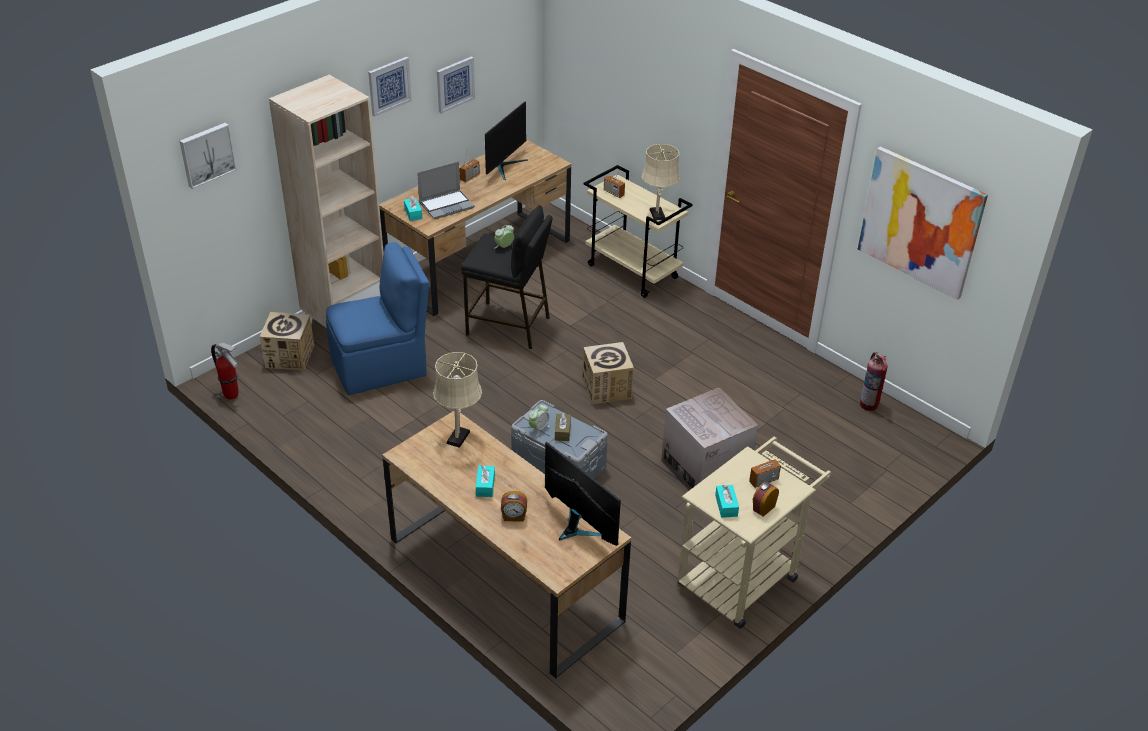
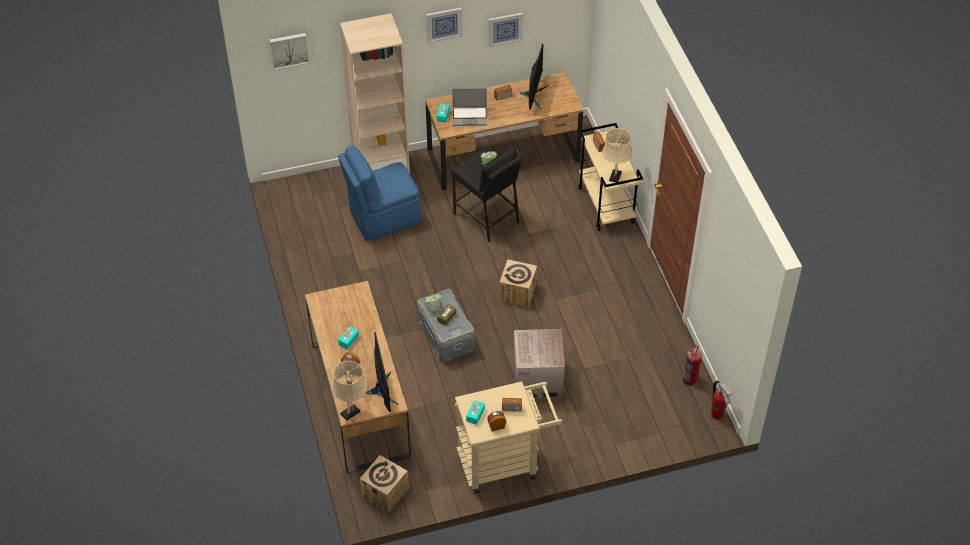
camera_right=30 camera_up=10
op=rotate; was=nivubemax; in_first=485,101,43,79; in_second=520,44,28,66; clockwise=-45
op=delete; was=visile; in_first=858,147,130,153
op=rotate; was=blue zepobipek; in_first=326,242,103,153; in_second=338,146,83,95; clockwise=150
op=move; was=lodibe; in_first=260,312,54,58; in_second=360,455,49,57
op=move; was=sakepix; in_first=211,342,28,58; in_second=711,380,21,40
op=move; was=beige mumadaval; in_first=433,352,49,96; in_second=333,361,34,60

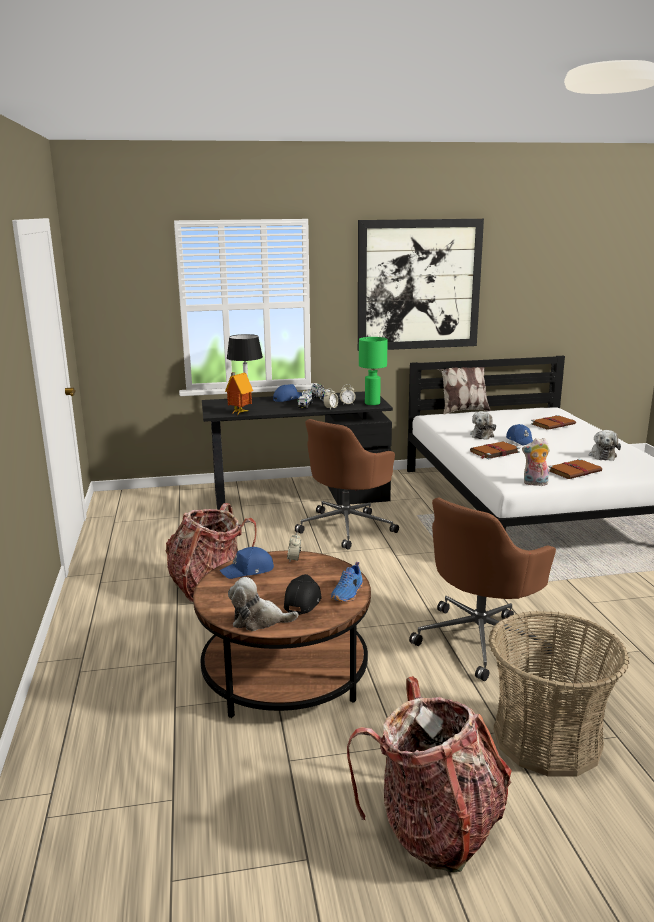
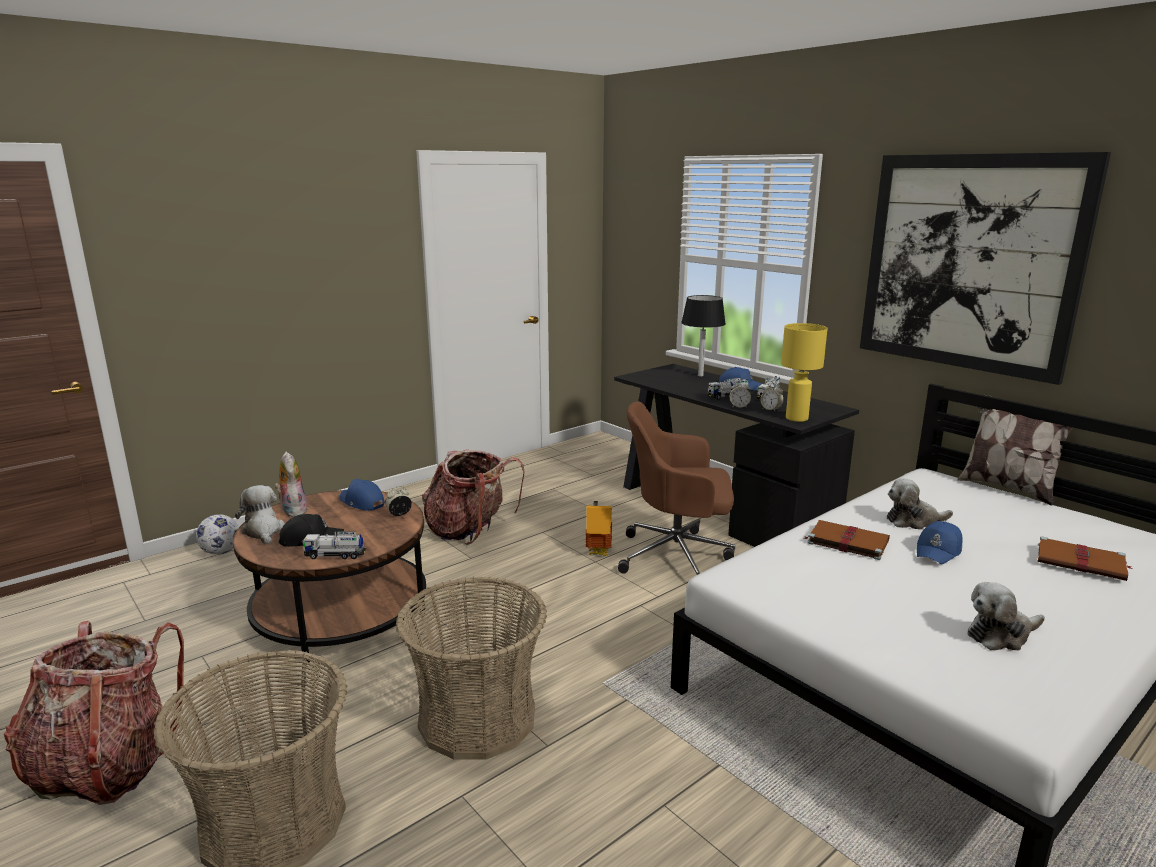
camera_right=60 camera_up=0
op=recolor; was=green mumadaval; now=yellow mumadaval; in_first=359,337,29,68; in_second=781,323,47,99
op=move; was=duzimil; in_first=225,372,28,42; in_second=586,501,26,55
op=move; was=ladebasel; in_first=522,438,28,48; in_second=274,452,34,65
op=delete; was=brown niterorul; in_first=548,459,54,20
op=replace; was=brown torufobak; now=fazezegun; in_first=409,498,147,183; in_second=396,576,151,184
op=replace; was=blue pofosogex; now=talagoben; in_first=331,562,32,40; in_second=303,532,63,27
op=insert; now=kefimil; in_second=196,514,43,41

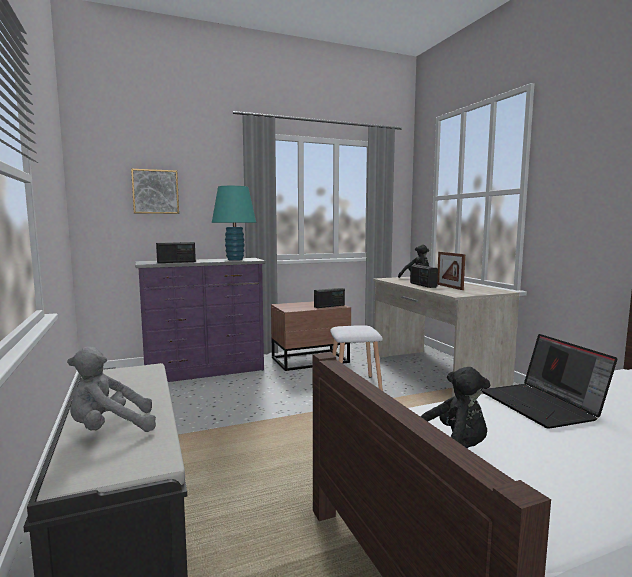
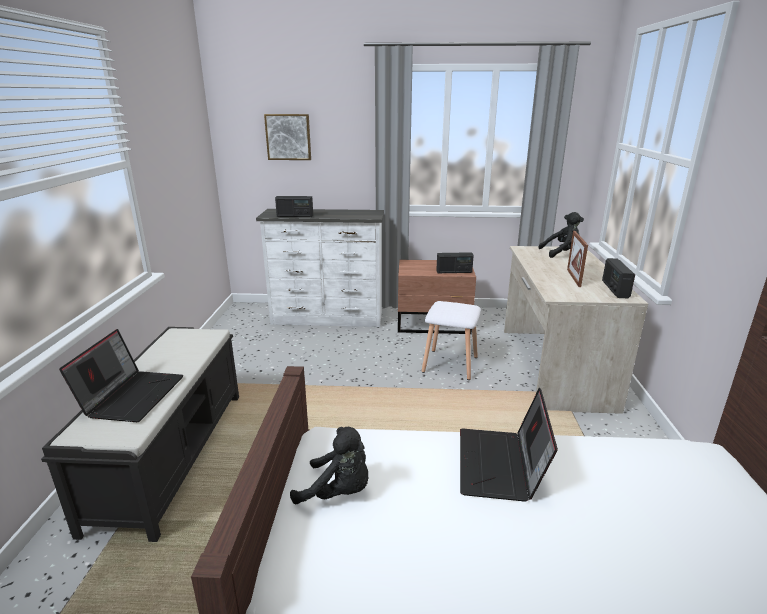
camera_right=25 camera_up=15
op=delete; was=turquoise mumadaval; in_first=212,186,44,74
op=recolor; was=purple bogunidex; now=white bogunidex; in_first=135,258,131,124; in_second=256,209,128,118
op=move; was=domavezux; in_first=410,265,28,23; in_second=602,258,33,40
op=replace; was=grey ladebasel; now=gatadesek; in_first=67,347,89,85; in_second=59,329,124,93

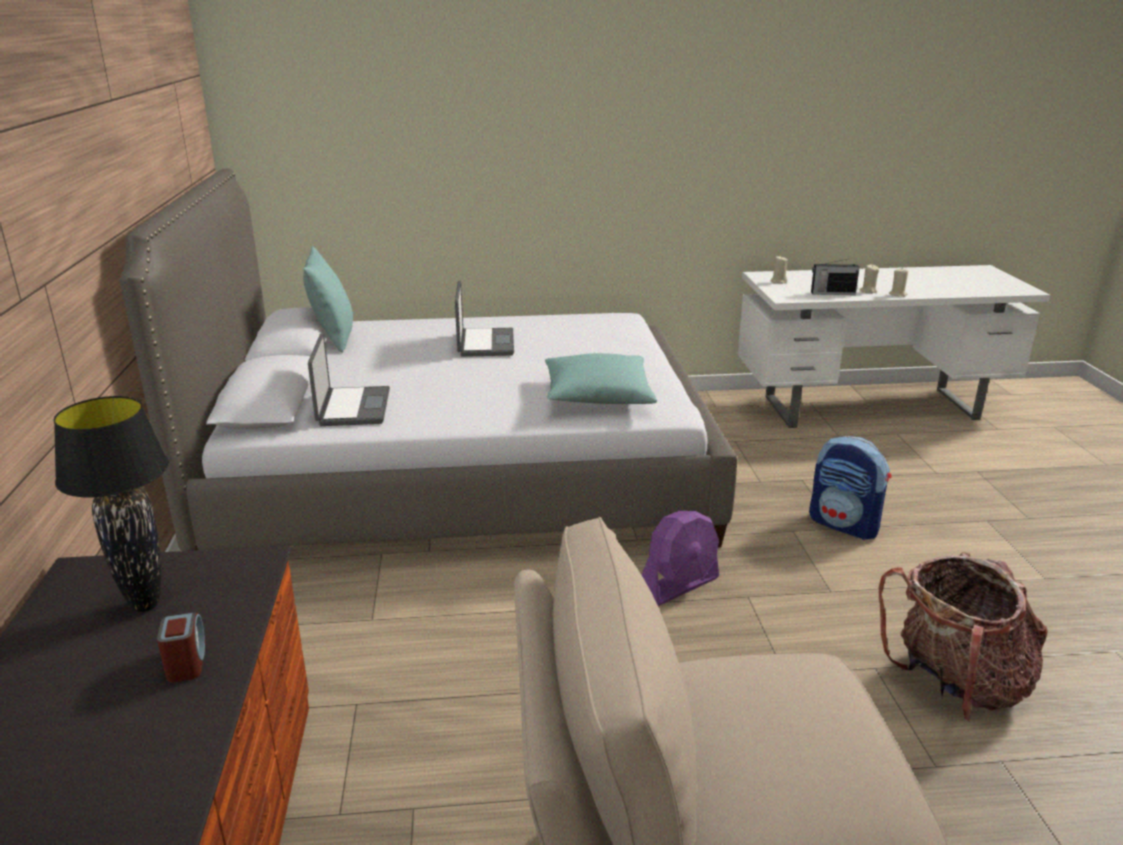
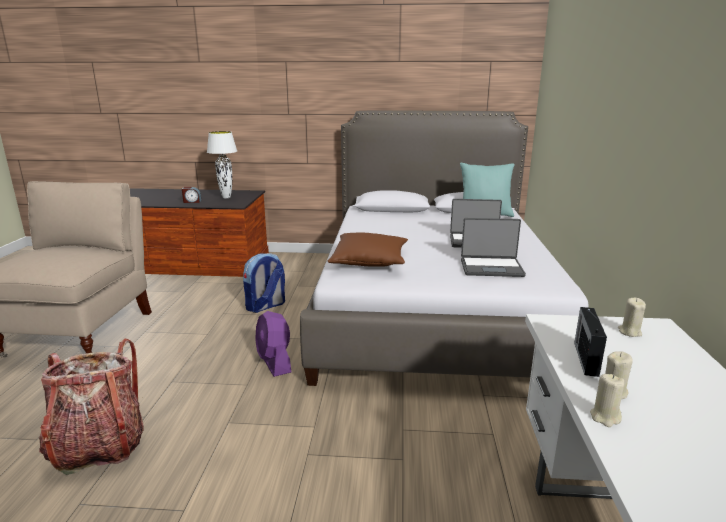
camera_right=100 camera_up=-5
op=move; was=gatadesek; in_first=308,333,82,93; in_second=461,218,65,59
op=recolor; was=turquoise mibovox; now=brown mibovox; in_first=545,353,112,51; in_second=327,232,81,35
op=recolor; was=black mumadaval; now=white mumadaval; in_first=54,396,115,216; in_second=207,131,30,67
op=move; was=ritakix; in_first=809,436,83,104; in_second=243,253,42,60

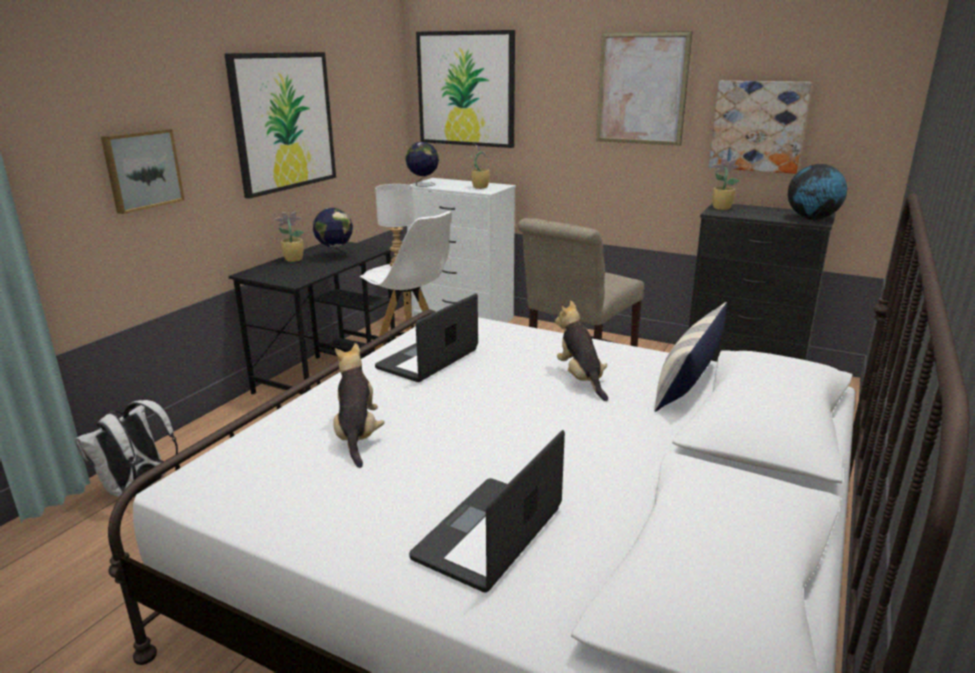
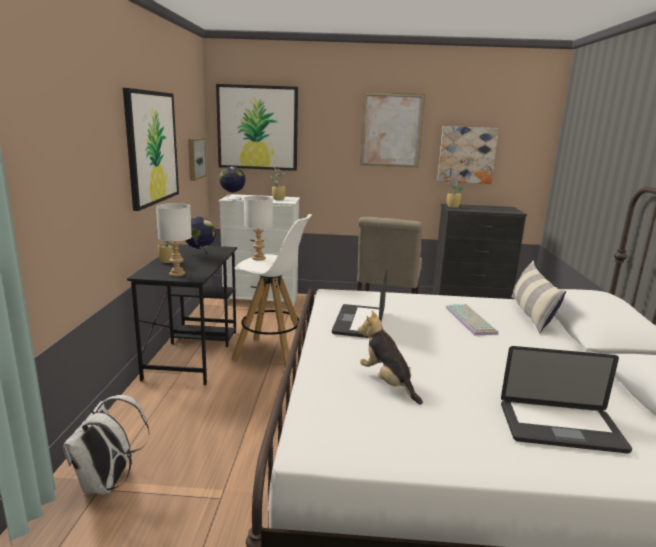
camera_right=-25 camera_up=-5
op=move; was=visile; in_first=101,129,84,85; in_second=188,138,19,43
op=delete; was=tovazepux; in_first=788,164,59,56
op=replace; was=ladebasel; now=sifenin; in_first=555,301,53,100; in_second=446,304,52,32
op=rotate; was=gatadesek; in_first=409,430,156,163; in_second=501,346,131,107; clockwise=-90
op=insert; now=white mumadaval; in_second=156,203,36,74

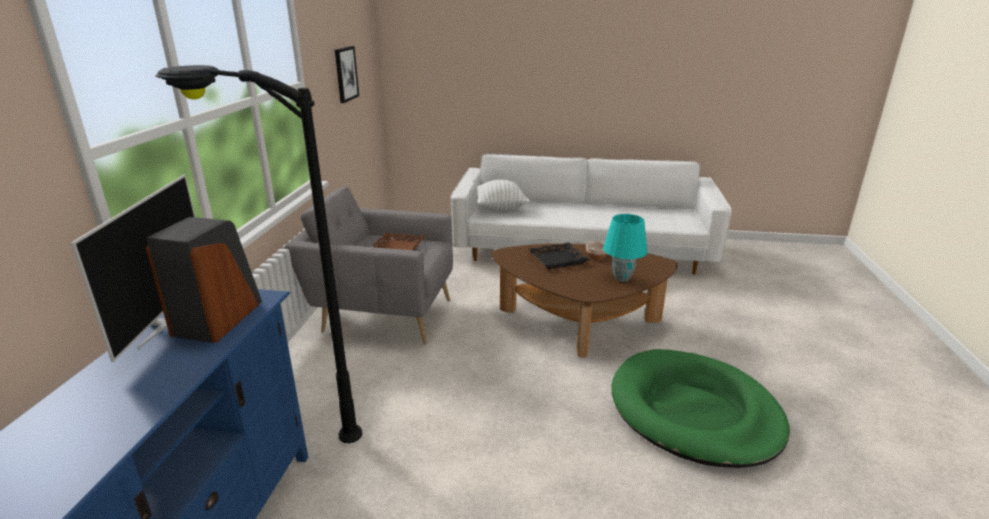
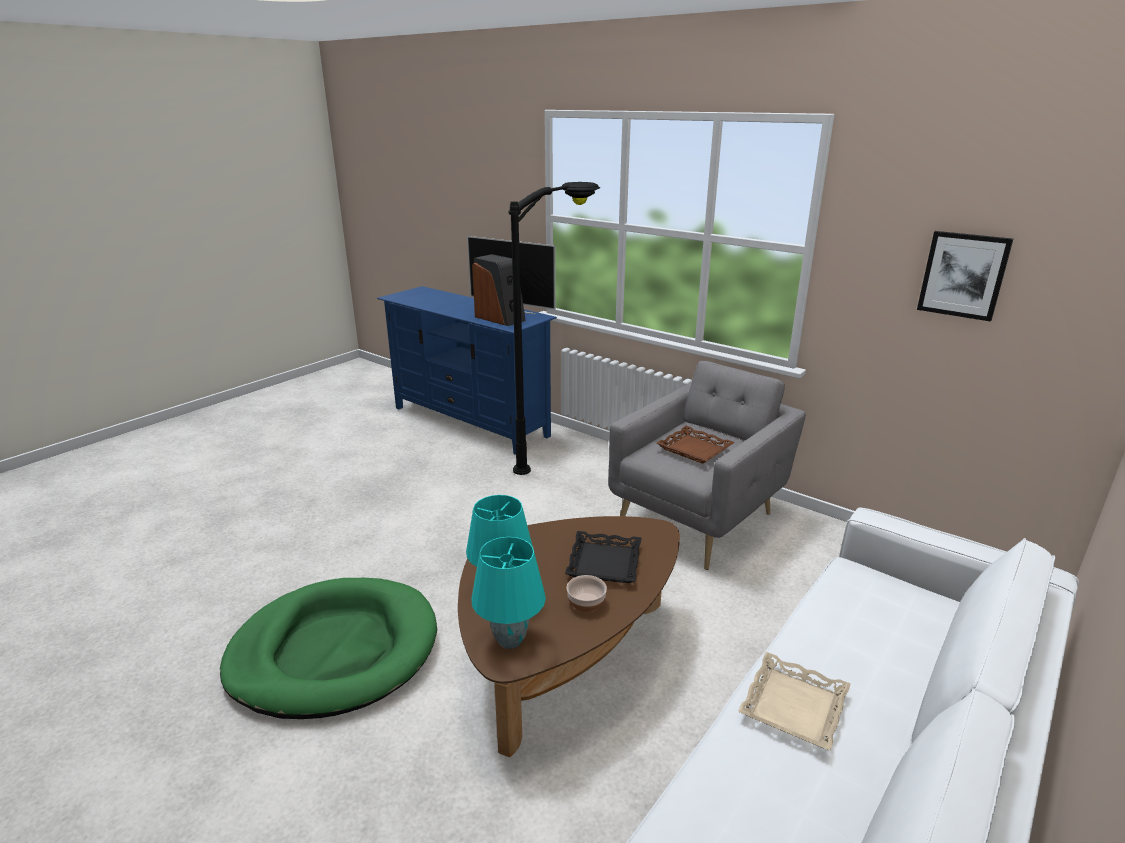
camera_right=120 camera_up=0
op=delete; was=white mibovox; in_first=476,179,54,32
op=insert; now=turquoise mumadaval; in_second=472,537,74,112
op=insert; now=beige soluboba; in_second=738,652,113,99

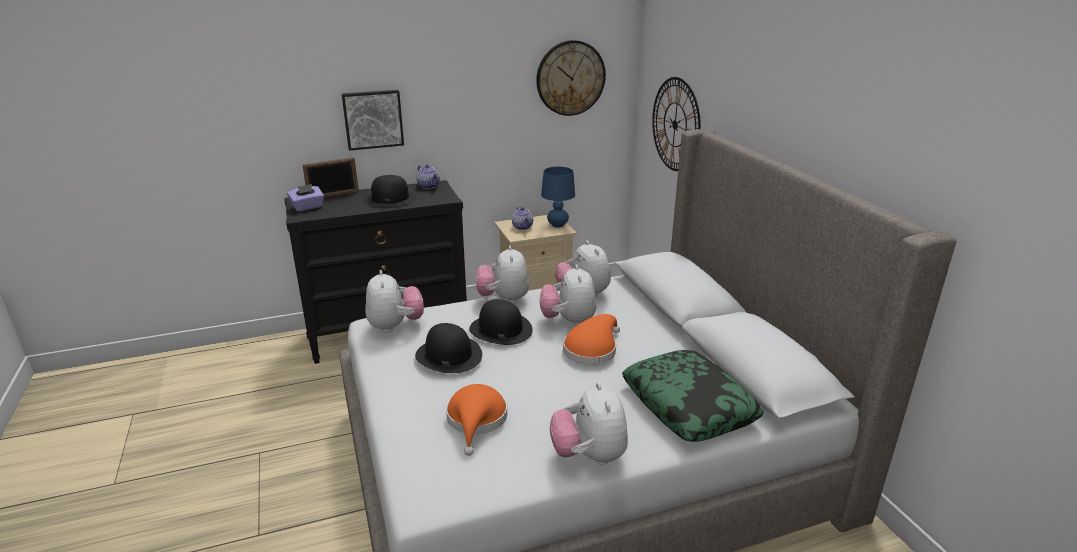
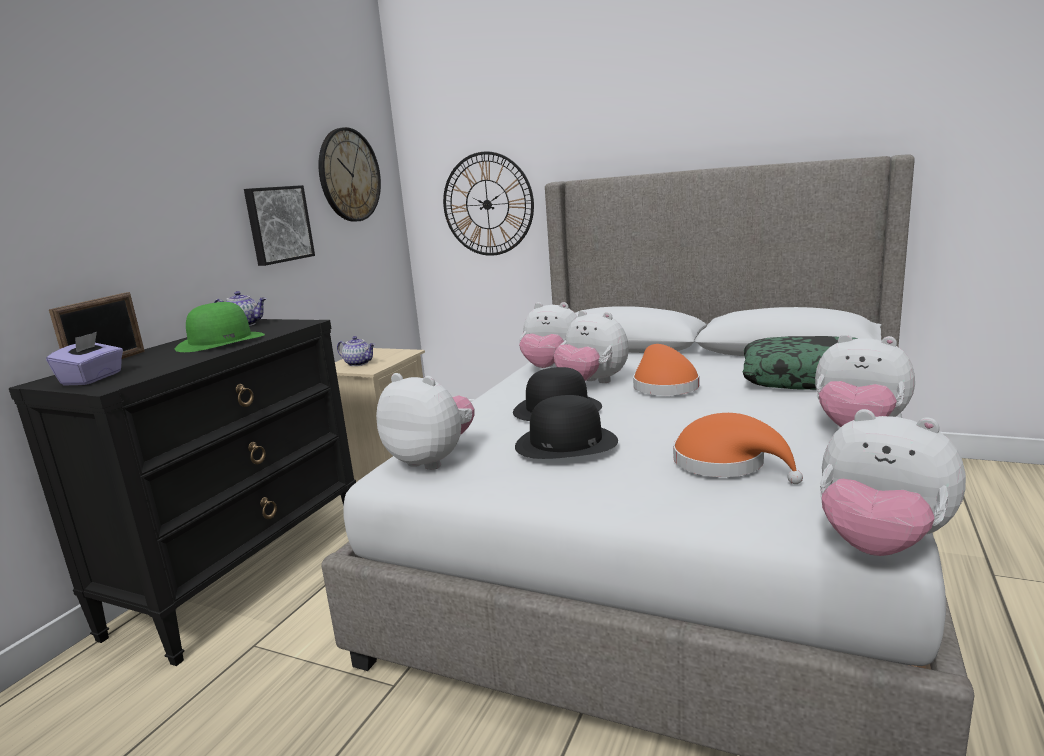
camera_right=-45 camera_up=-10
op=move; was=visile; in_first=342,90,62,61; in_second=244,185,71,81
op=delete; was=blue mumadaval; in_first=541,167,34,61
op=recolor; was=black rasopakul; now=green rasopakul; in_first=364,175,53,31; in_second=175,302,90,50
op=move; was=ladebasel; in_first=476,246,53,58; in_second=820,409,146,147

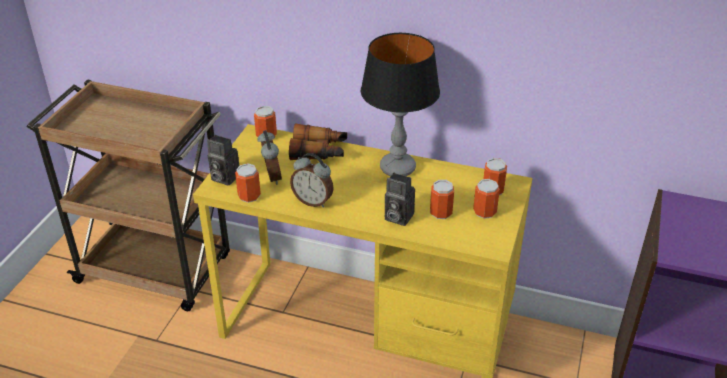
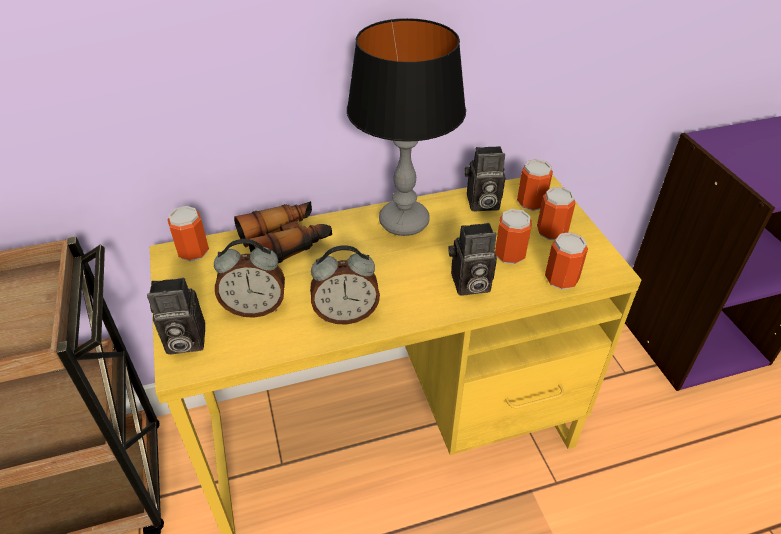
camera_right=-35 camera_up=5
op=rotate; was=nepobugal; in_first=258,130,24,55; in_second=214,239,71,79; clockwise=135
op=move; was=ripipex; in_first=235,163,26,40; in_second=545,232,43,58
op=insert; now=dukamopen; in_second=465,146,40,65

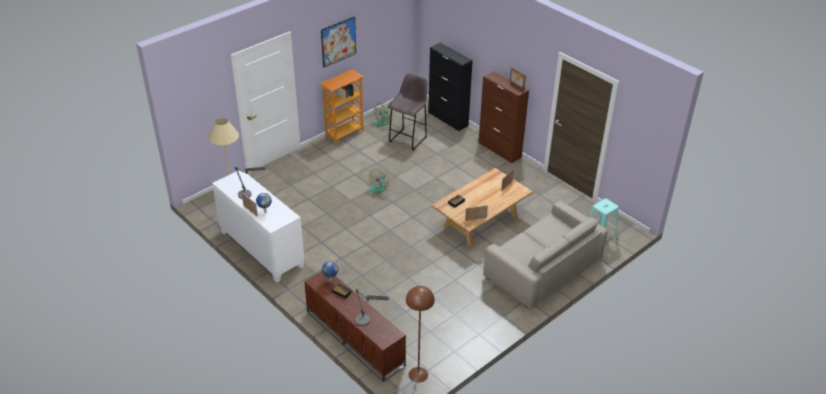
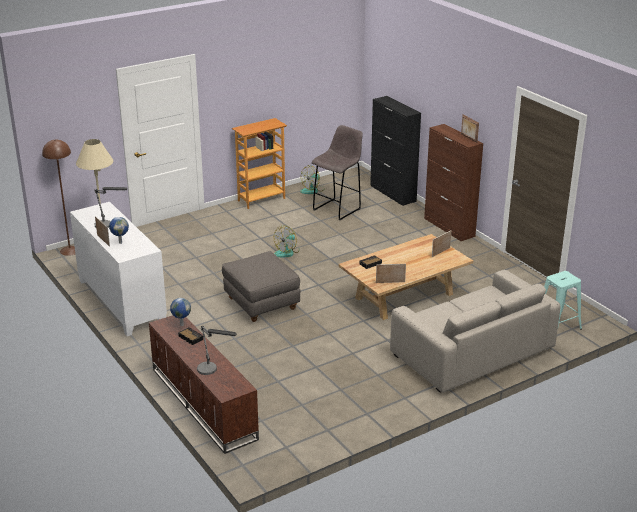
camera_right=10 camera_up=-10
op=delete; was=visile; in_first=321,16,35,52
op=move; was=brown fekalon; in_first=406,286,29,97; in_second=42,140,33,116
op=insert; now=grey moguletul; in_second=222,251,78,71

